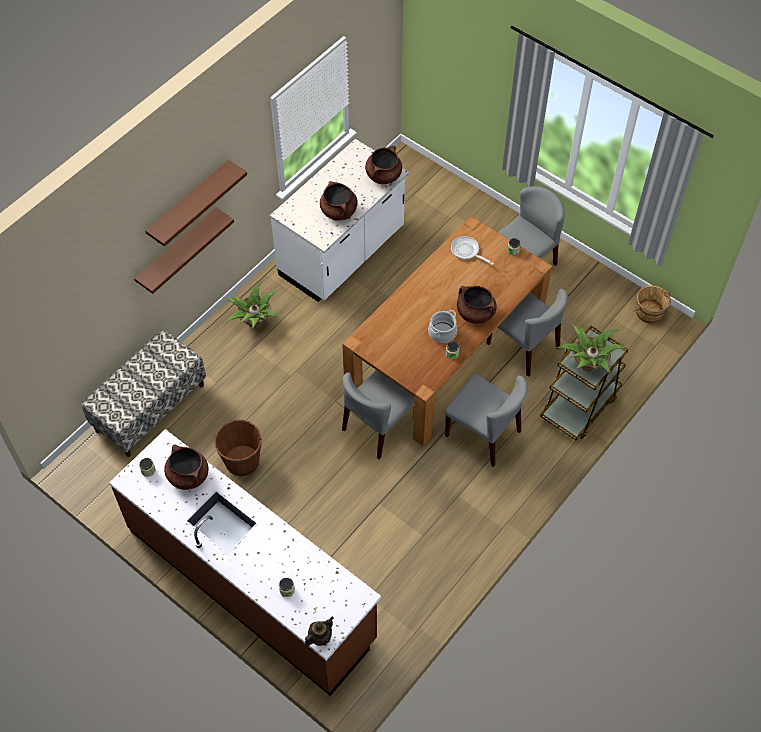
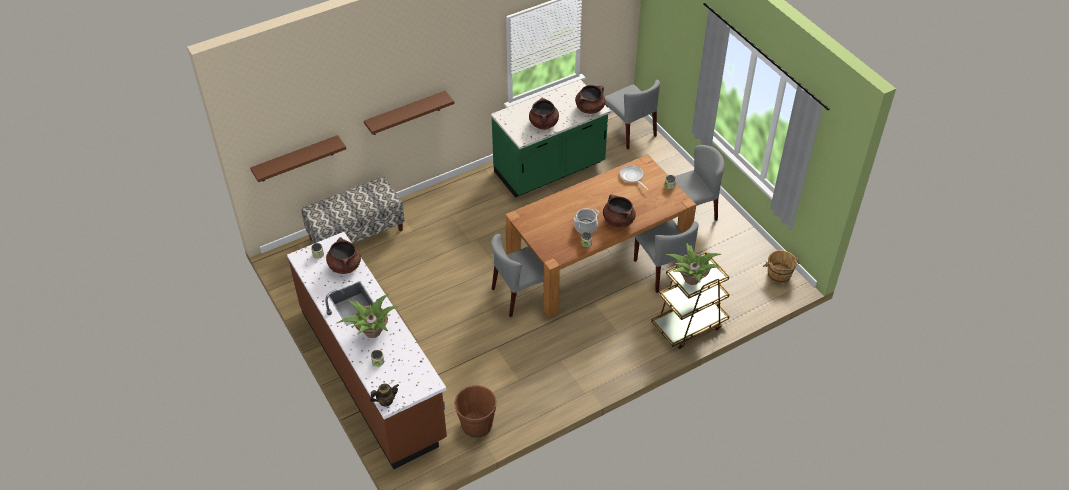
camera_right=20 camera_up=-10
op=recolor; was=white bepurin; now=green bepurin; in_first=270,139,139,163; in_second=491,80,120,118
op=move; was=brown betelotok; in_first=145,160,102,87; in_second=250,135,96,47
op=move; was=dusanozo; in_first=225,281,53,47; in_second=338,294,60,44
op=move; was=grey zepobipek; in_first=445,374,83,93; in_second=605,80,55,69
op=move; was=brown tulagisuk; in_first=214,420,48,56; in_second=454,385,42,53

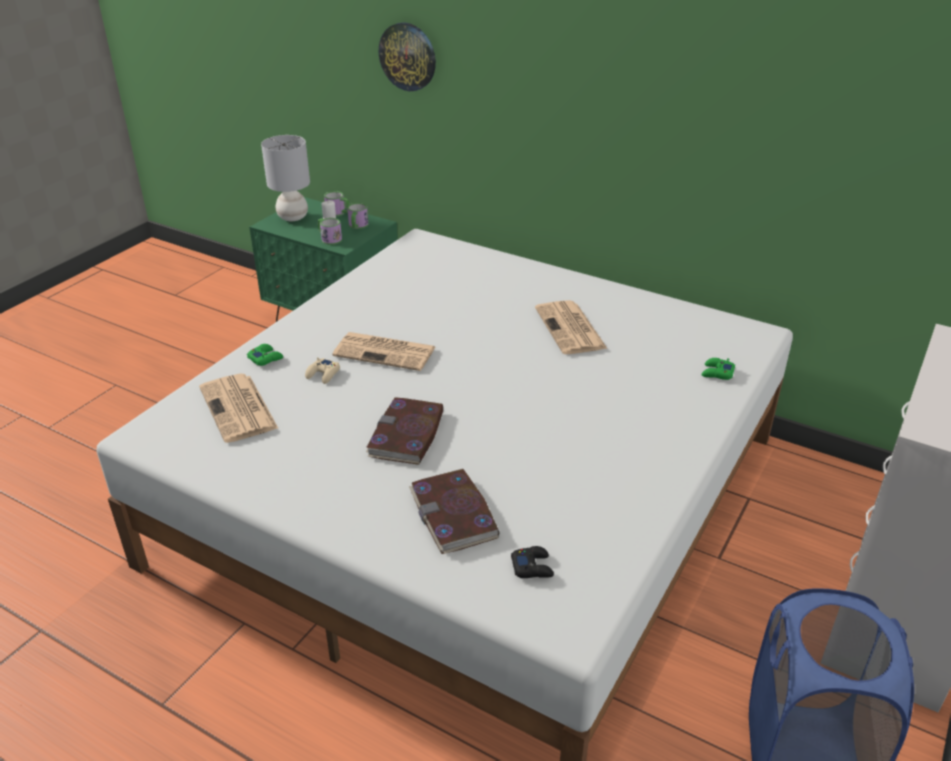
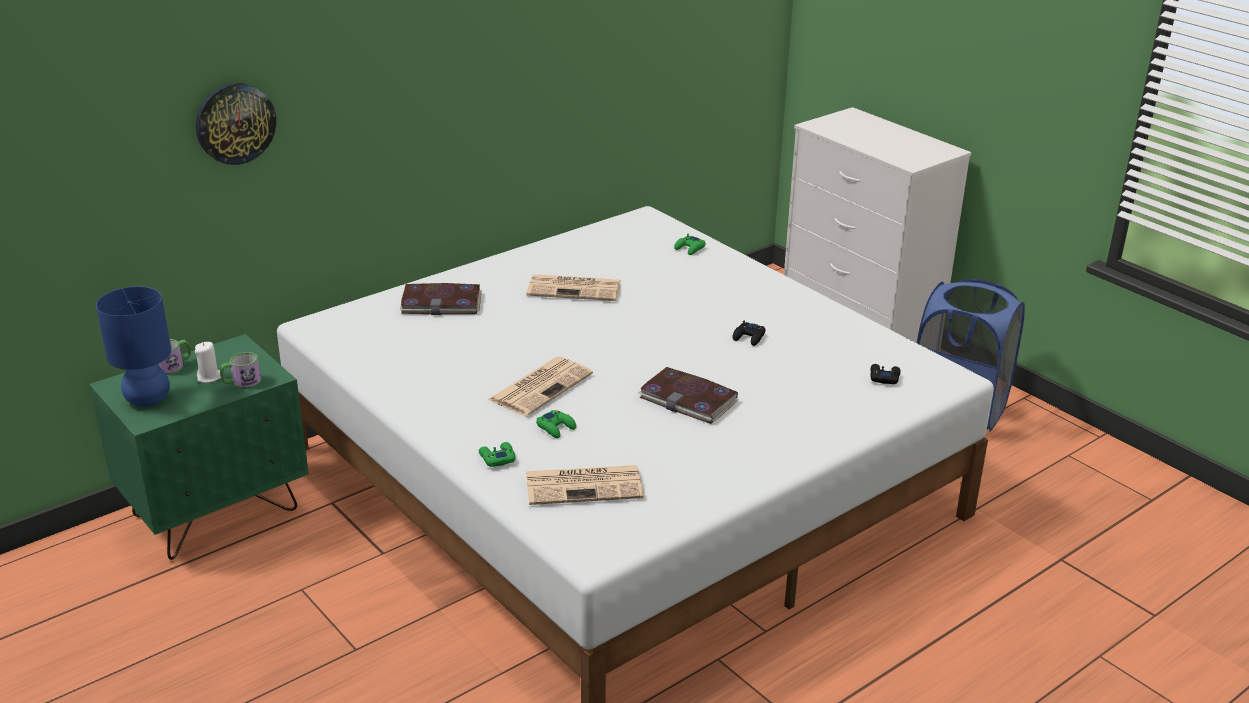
camera_right=-70 camera_up=-5
op=recolor; was=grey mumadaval; now=blue mumadaval; in_first=261,135,49,86; in_second=96,286,75,121
op=delete; was=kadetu; in_first=347,203,21,26
op=recolor; was=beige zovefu; now=green zovefu; in_first=305,357,35,27; in_second=536,410,40,28
op=move; was=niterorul; in_first=409,469,90,85; in_second=400,283,82,32
op=insert; now=black zovefu; in_second=733,321,33,25

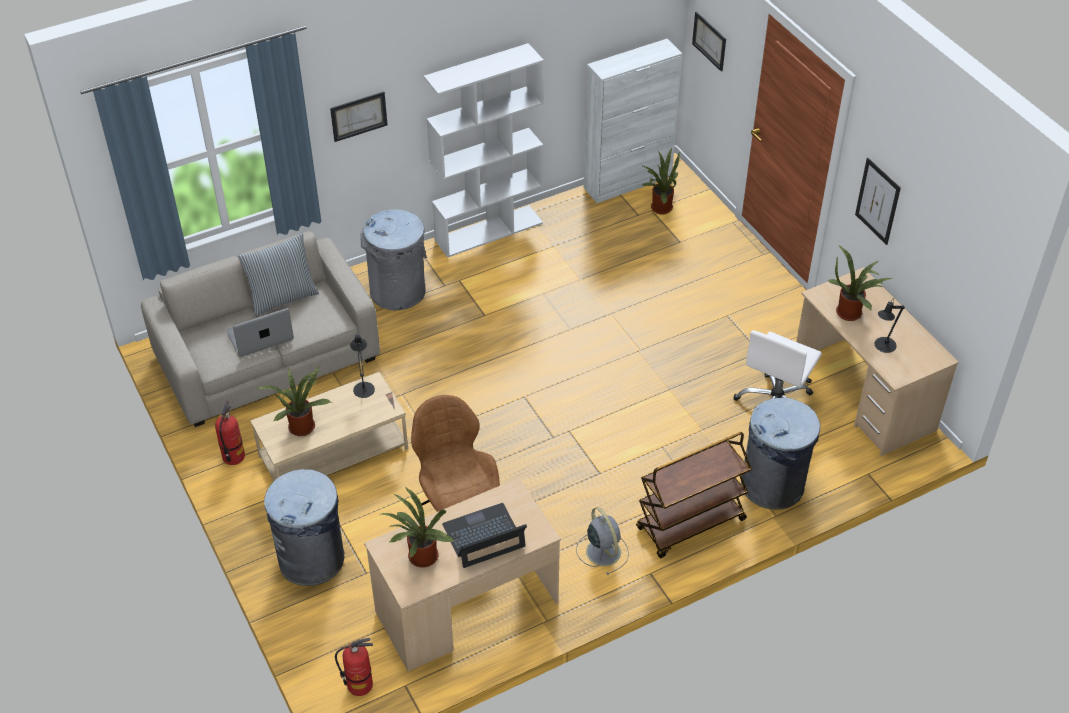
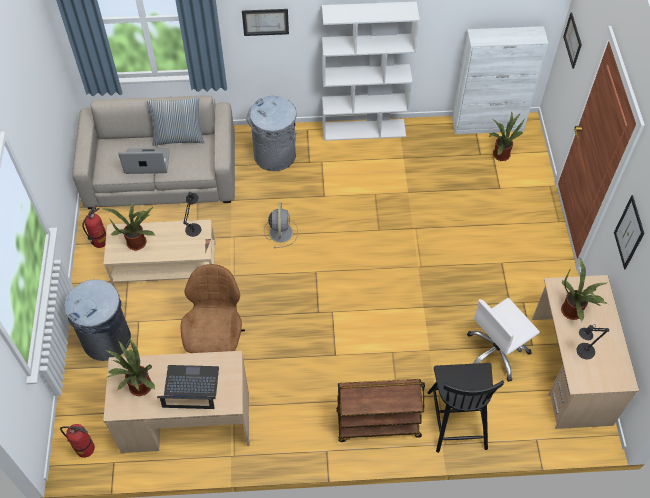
camera_right=25 camera_up=10
op=replace; was=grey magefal; now=black zepobipek; in_first=741,398,79,112; in_second=428,363,76,90
op=move; was=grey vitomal; in_first=576,507,53,68; in_second=264,202,34,46

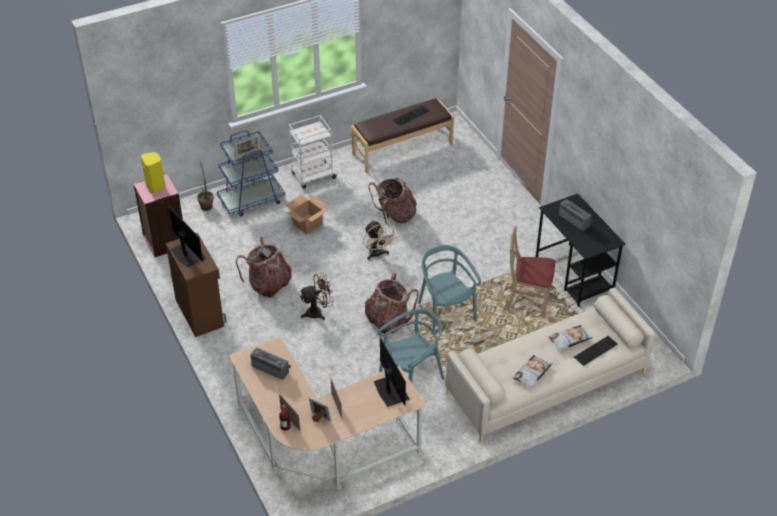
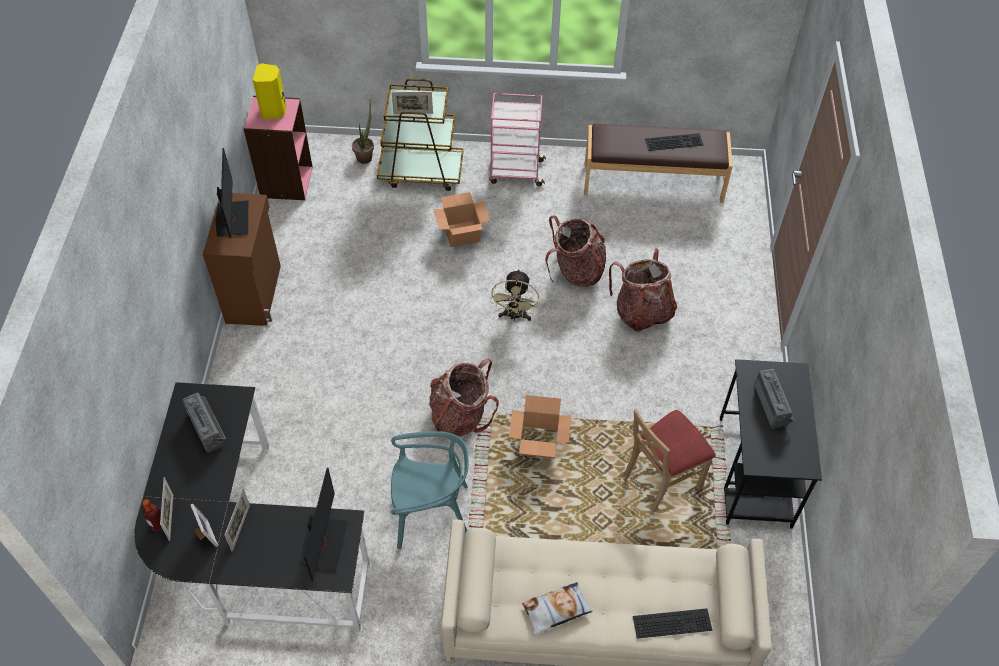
camera_right=30 camera_up=10
op=recolor; was=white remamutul; now=pink remamutul; in_first=289,115,49,74; in_second=489,93,57,93
op=recolor; was=blue remamutul; now=brown remamutul; in_first=217,130,68,86; in_second=377,79,86,112
op=rotate; was=beige zepobipek; in_first=506,226,49,92; in_second=623,409,93,104; clockwise=-75
op=move; was=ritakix; in_first=236,237,56,60; in_second=609,248,68,84
op=replace; was=turquoise zepobipek; now=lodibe; in_first=418,245,63,90; in_second=509,395,62,64
op=delete; was=brown vitomal; in_first=300,273,34,47
op=delete; was=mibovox; in_first=549,325,43,25
op=recolor; was=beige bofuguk; now=black bofuguk; in_first=229,336,198,153; in_second=134,382,238,252

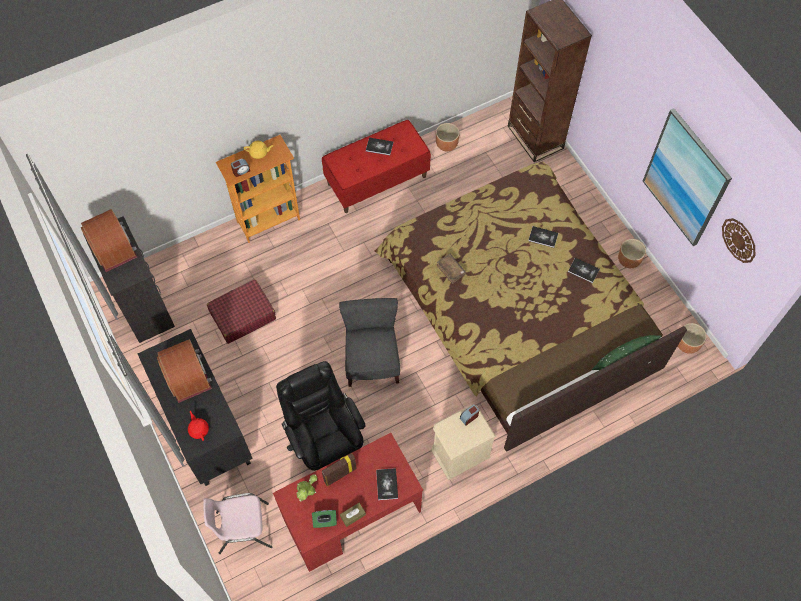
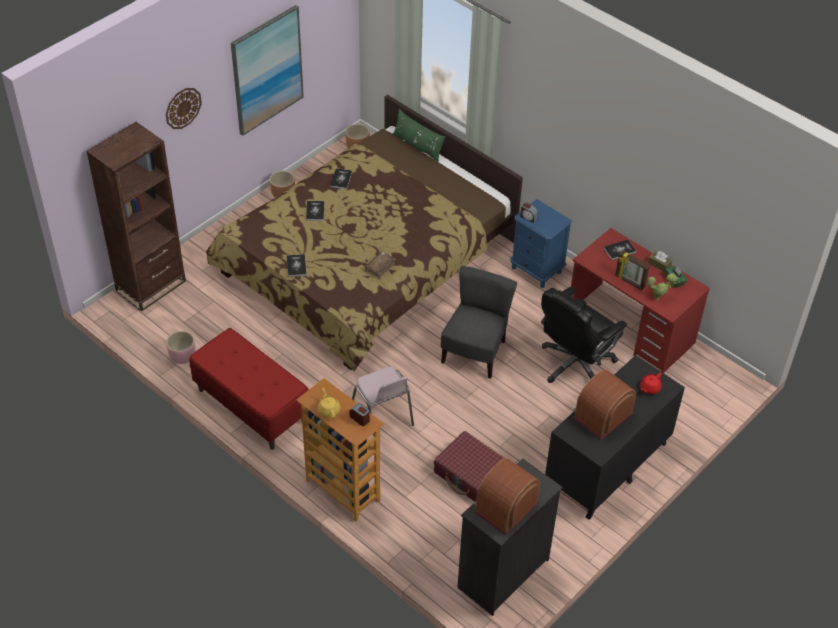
camera_right=-110 camera_up=-15
op=recolor; was=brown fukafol; now=pink fukafol; in_first=436,123,24,28; in_second=166,331,30,33
op=move; was=niterorul; in_first=366,138,27,17; in_second=287,254,20,23
op=move; was=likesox; in_first=722,218,34,45; in_second=166,88,36,41
op=rotate; was=grey zepobipek; in_first=339,298,61,89; in_second=441,266,76,113; clockwise=135
op=recolor; was=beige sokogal; now=blue sokogal; in_first=431,405,65,75; in_second=510,199,62,89
op=move; was=pink zepobipek; in_first=203,493,70,61; in_second=352,367,62,69

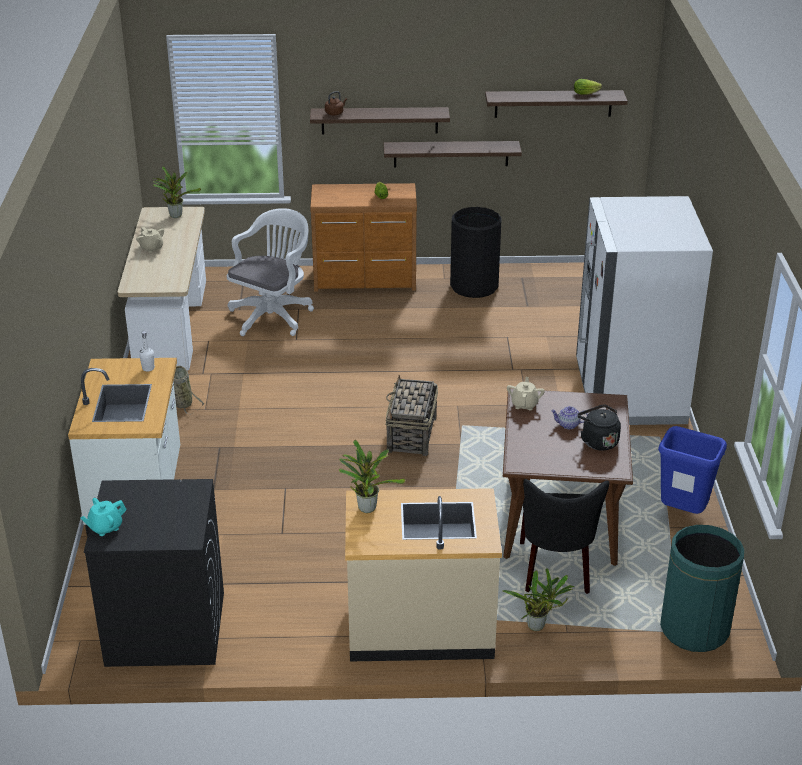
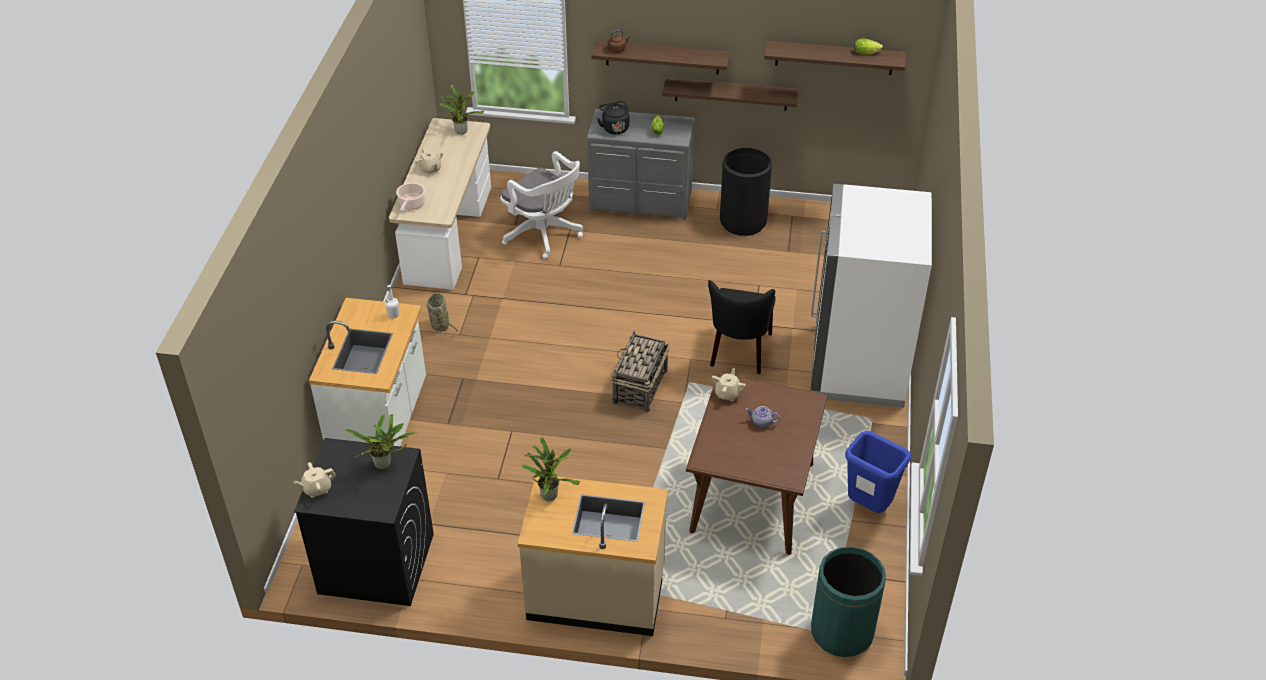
camera_right=10 camera_up=10
op=recolor; was=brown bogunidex; now=grey bogunidex; in_first=310,183,107,109; in_second=587,109,108,111
op=rotate; was=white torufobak; in_first=227,208,87,128; in_second=500,151,83,108; clockwise=90
op=move; was=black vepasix; in_first=577,404,44,47; in_second=597,101,32,34
op=move; was=black zepobipek; in_first=520,479,89,115; in_second=708,280,68,94
op=recolor; was=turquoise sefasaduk; now=beige sefasaduk; in_first=80,498,47,38; in_second=294,462,42,36
op=move; was=dusanozo; in_first=502,568,73,63; in_second=345,414,73,55
op=insert; now=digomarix; in_second=396,182,29,29

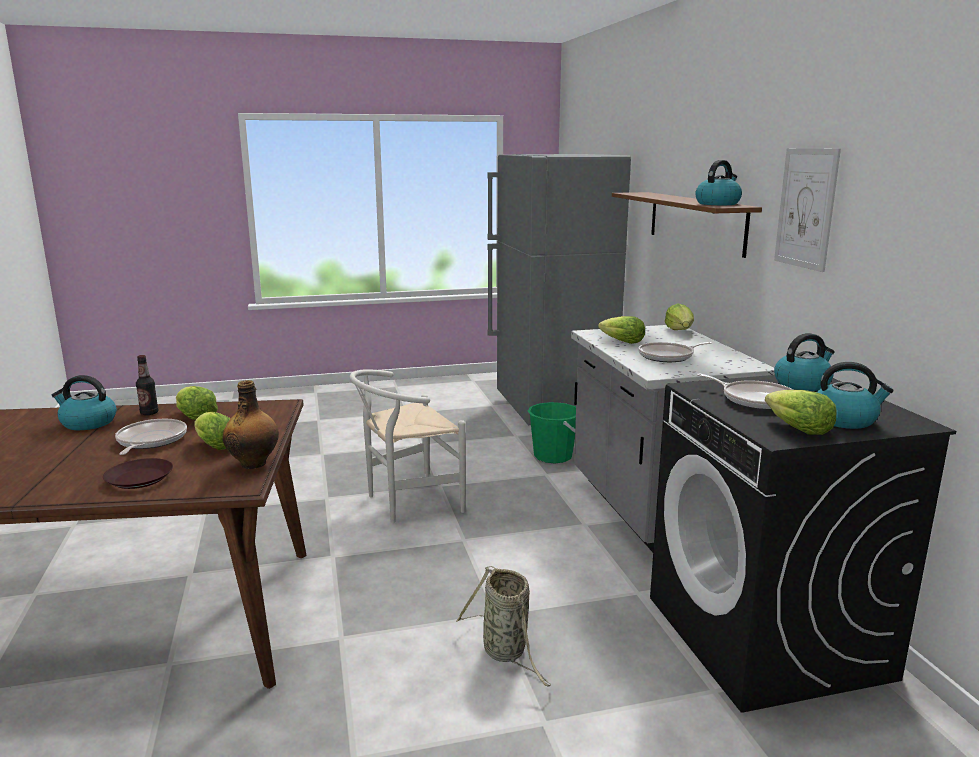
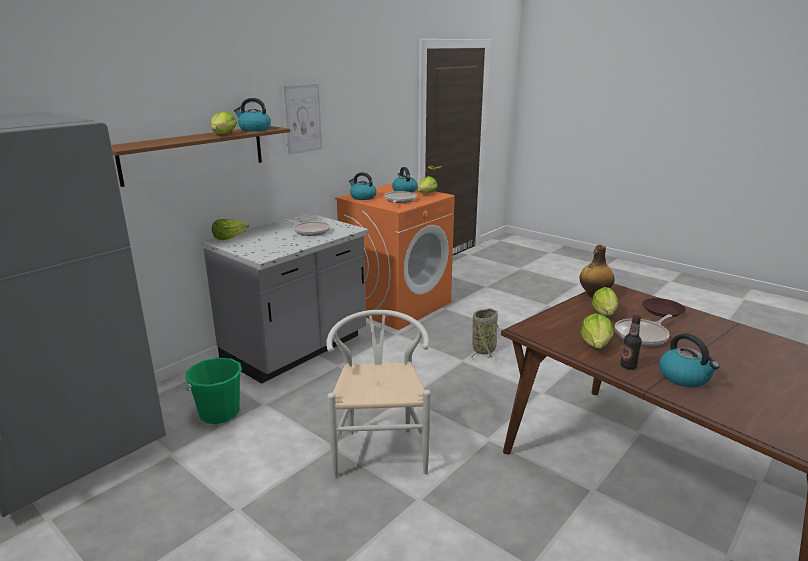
camera_right=-125 camera_up=5
op=move; was=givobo; in_first=598,316,47,28; in_second=211,111,26,23
op=rotate; was=white zepobipek; in_first=349,369,117,154; in_second=326,310,105,168; clockwise=-120
op=recolor; was=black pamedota; now=orange pamedota; in_first=650,375,306,338; in_second=335,183,120,147

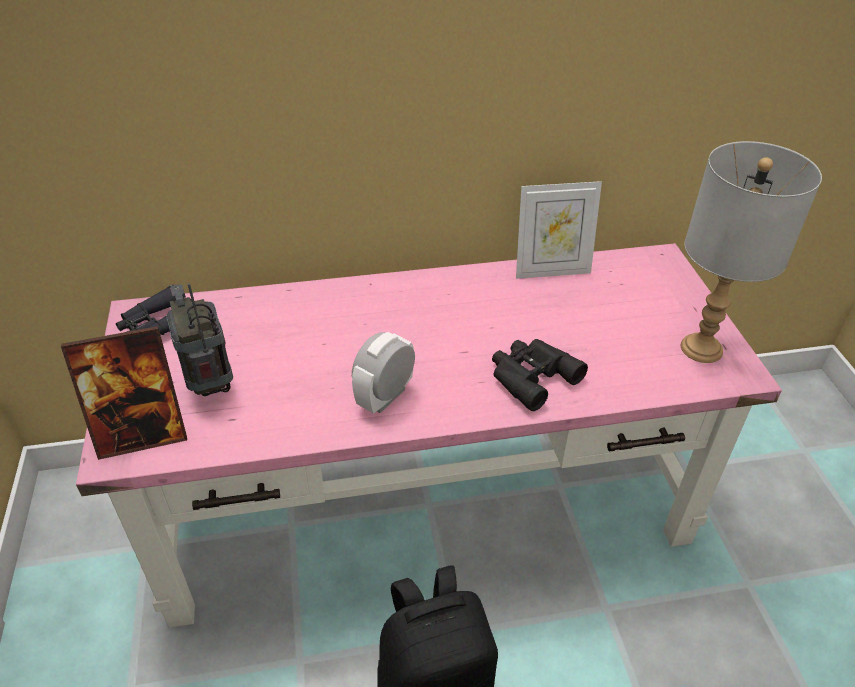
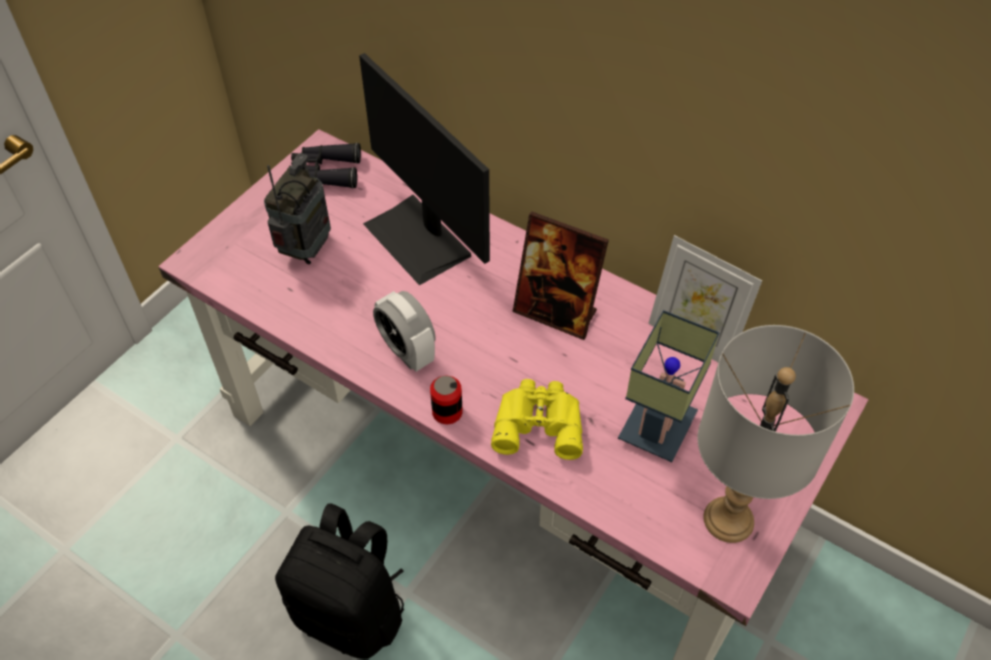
camera_right=45 camera_up=10
op=move; was=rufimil; in_first=61,326,126,134; in_second=512,212,97,128
op=rotate; was=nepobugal; in_first=352,332,63,82; in_second=373,291,63,81; clockwise=-120
op=recolor; was=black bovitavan; now=yellow bovitavan; in_first=492,339,96,72; in_second=491,379,92,81
op=insert; now=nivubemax; in_second=359,53,131,232
op=insert; now=mumadaval; in_second=618,310,102,152
op=insert; now=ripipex; in_second=430,376,33,48

